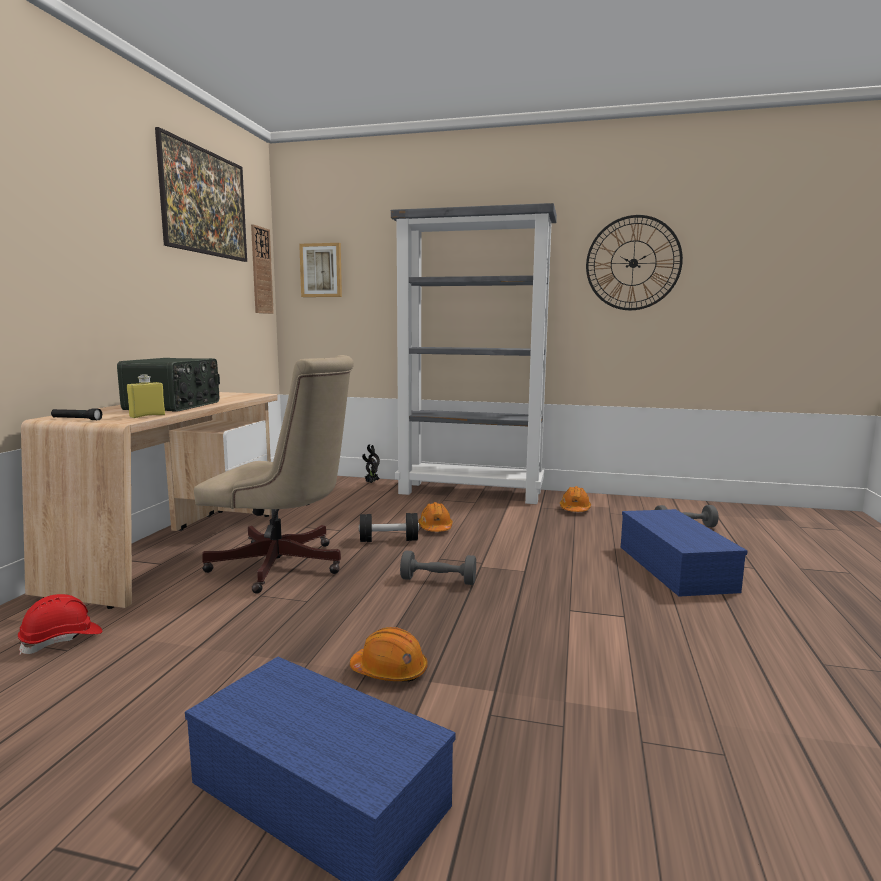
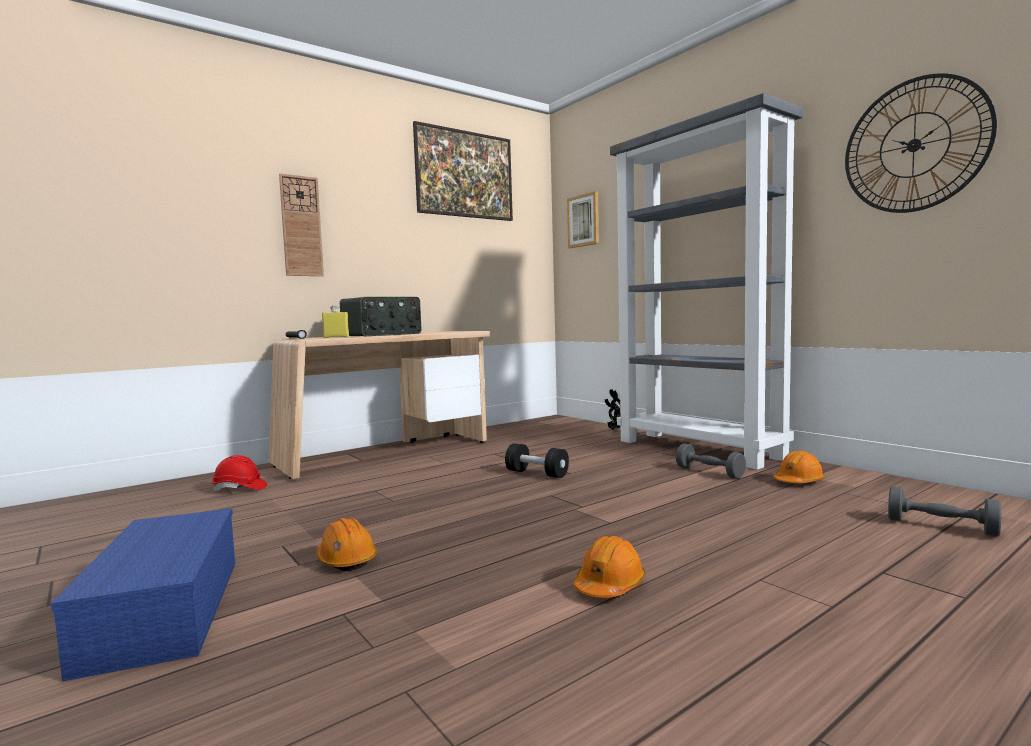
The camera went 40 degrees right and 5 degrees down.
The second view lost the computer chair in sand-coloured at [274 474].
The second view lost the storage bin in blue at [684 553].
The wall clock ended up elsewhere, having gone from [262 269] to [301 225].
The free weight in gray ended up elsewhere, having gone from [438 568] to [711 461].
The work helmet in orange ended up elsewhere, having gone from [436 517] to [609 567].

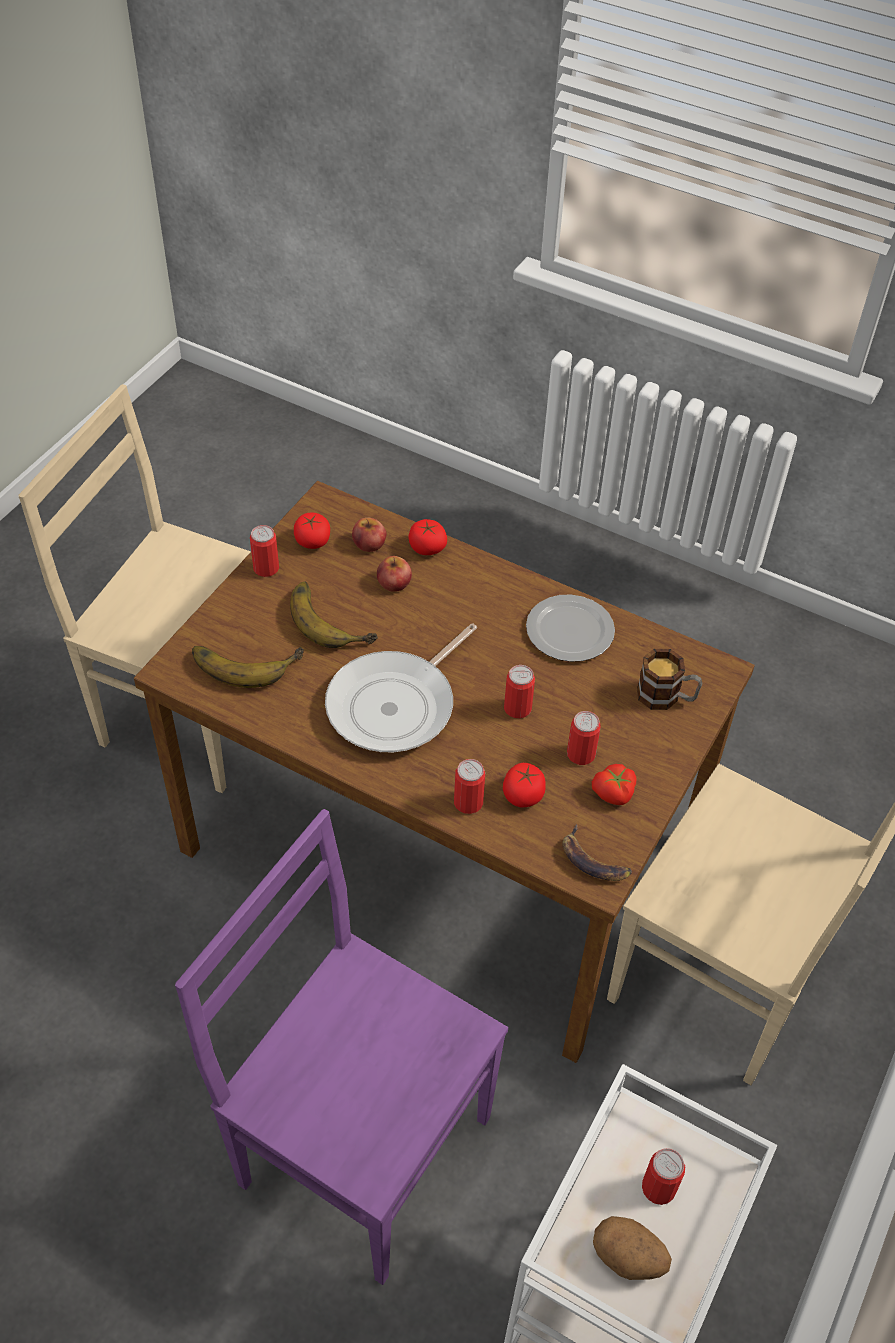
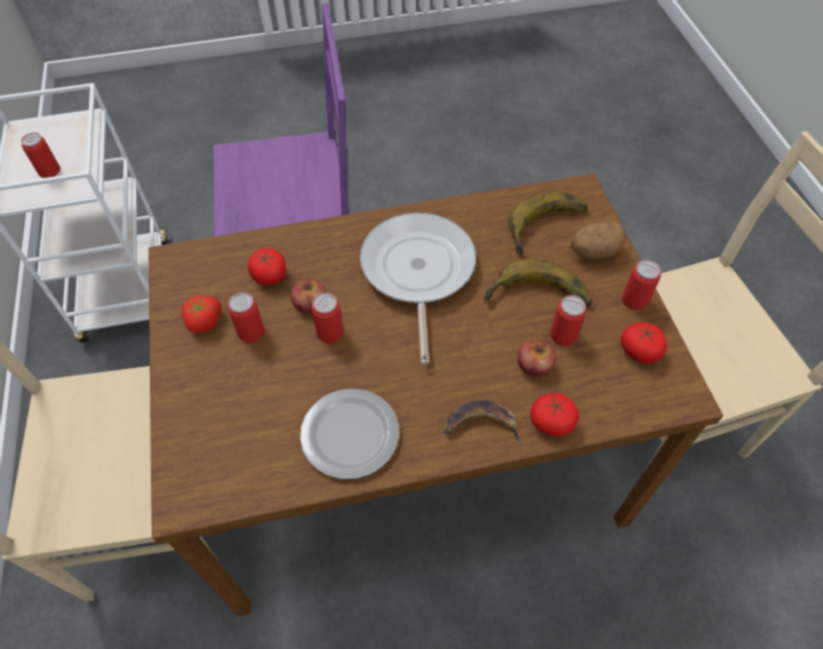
The camera went 140 degrees right and 5 degrees up.
The second view lost the coffee mug at [669 679].
The apple fruit ended up elsewhere, having gone from [369 535] to [308 296].
The sealed can ended up elsewhere, having gone from [469 786] to [568 320].
The banana fruit ended up elsewhere, having gone from [597 852] to [482 422].
The whole potato ended up elsewhere, having gone from [632 1248] to [598 240].

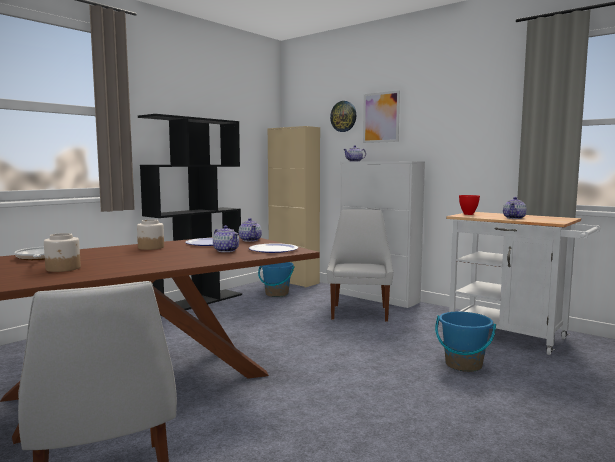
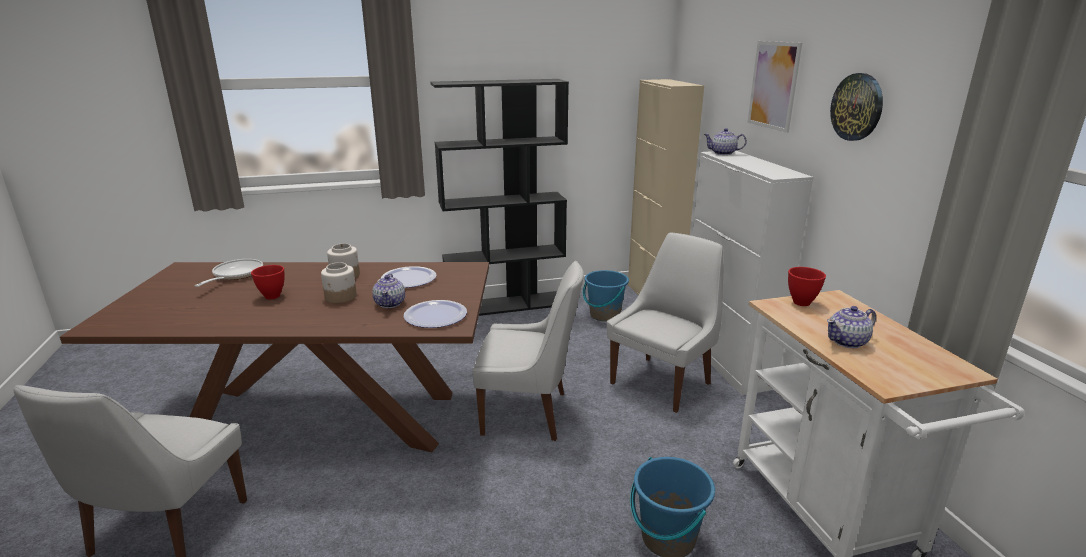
The camera went 35 degrees right and 15 degrees up.
The second view lost the tea pot at [250 230].
The second view gained the deep dish in reddish at [268 282].
The second view gained the chair in white at [528 351].
The jar ended up elsewhere, having gone from [62 252] to [339 282].
The wall clock ended up elsewhere, having gone from [343 116] to [856 107].

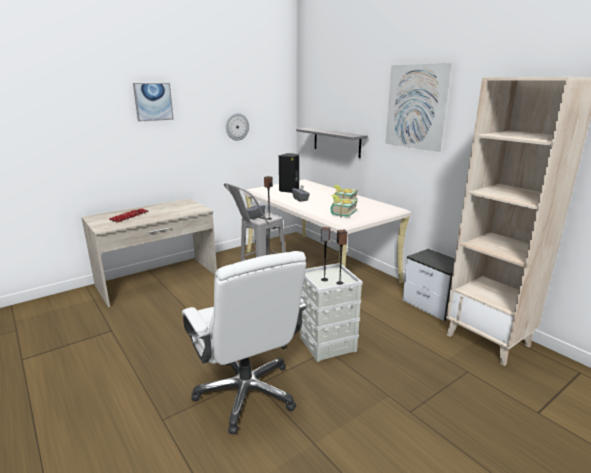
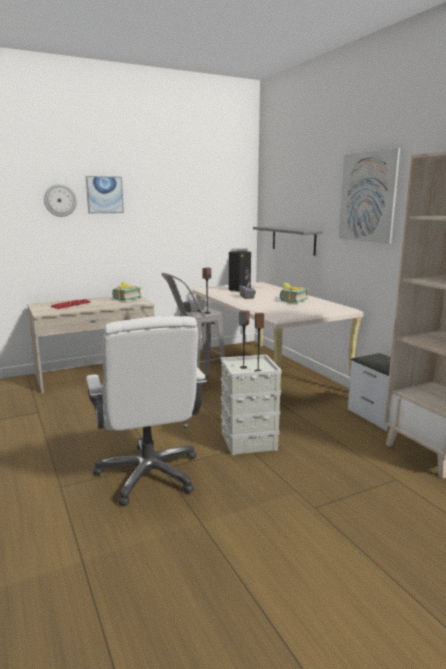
The camera went 10 degrees right and 5 degrees down.
The wall clock ended up elsewhere, having gone from [237 127] to [60 200].
The volume ended up elsewhere, having gone from [344 205] to [127 291].

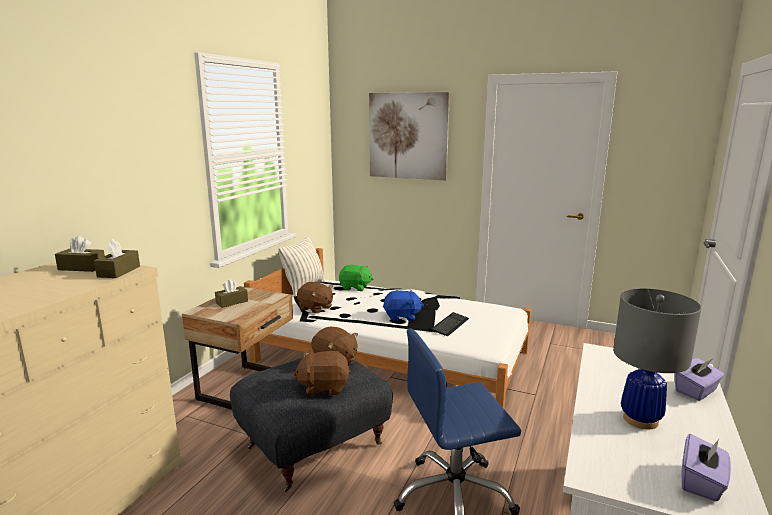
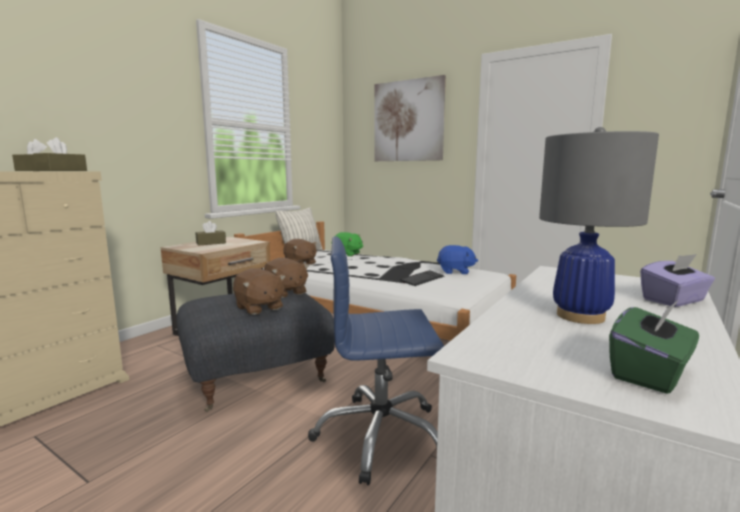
The camera went 10 degrees right and 5 degrees down.
The soft toy in blue ended up elsewhere, having gone from [403 305] to [457 259].
What was the box of tissues in purple at [706 468] turned into the box of tissues in greenish at [654 347].
The soft toy in brown-coloured at [322 373] ended up facing another way, 135 degrees counterclockwise from before.

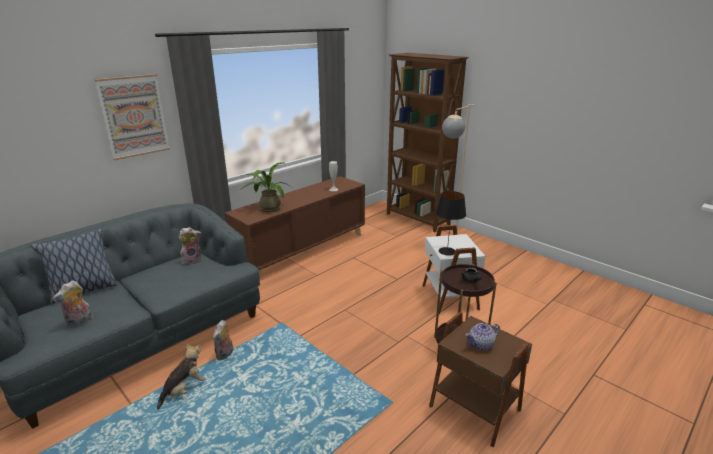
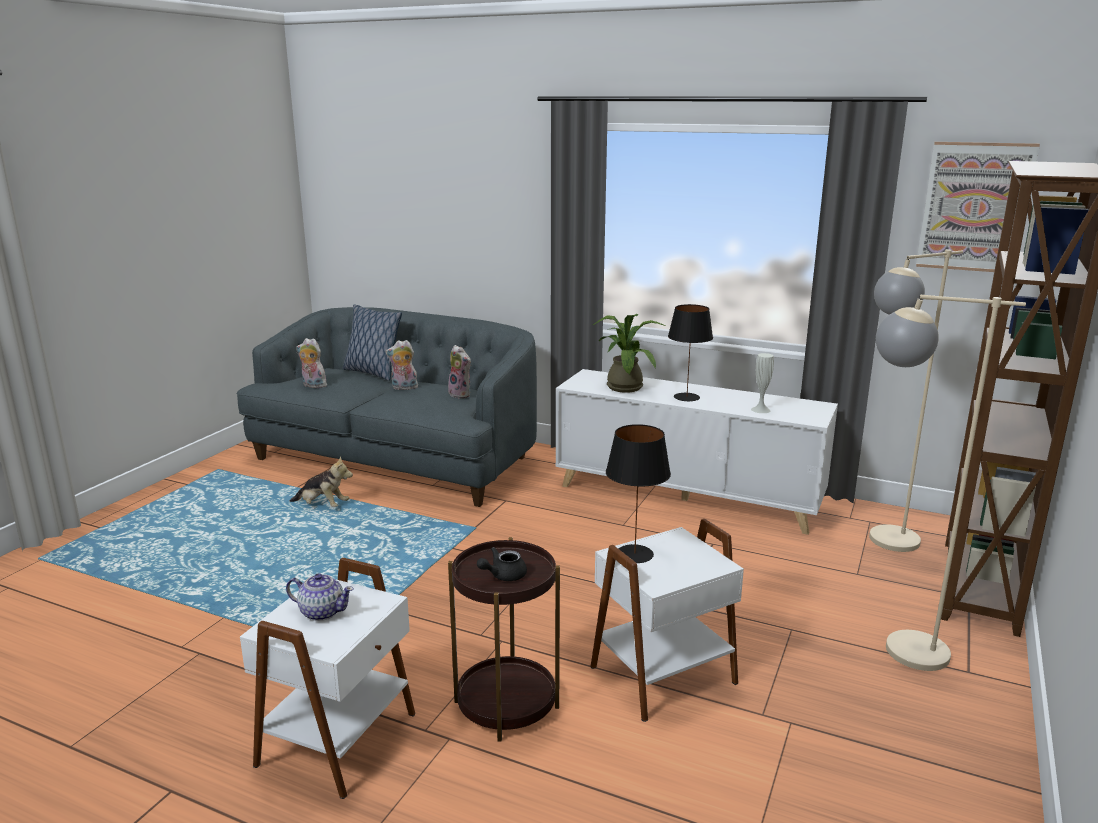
The camera went 70 degrees right and 5 degrees down.
The second view gained the table lamp in blackish at [690 352].
The second view gained the standing lamp in sand-coloured at [916 400].
The wall art ended up elsewhere, having gone from [132 117] to [978 207].
The soft toy ended up elsewhere, having gone from [222 340] to [402 365].
What was the cupboard in brown-coloured at [295 226] turned into the cupboard in white at [696 452].
What was the end table in brown-coloured at [480 379] turned into the end table in white at [327 678].
The tea pot at [482 336] ended up facing another way, 150 degrees clockwise from before.

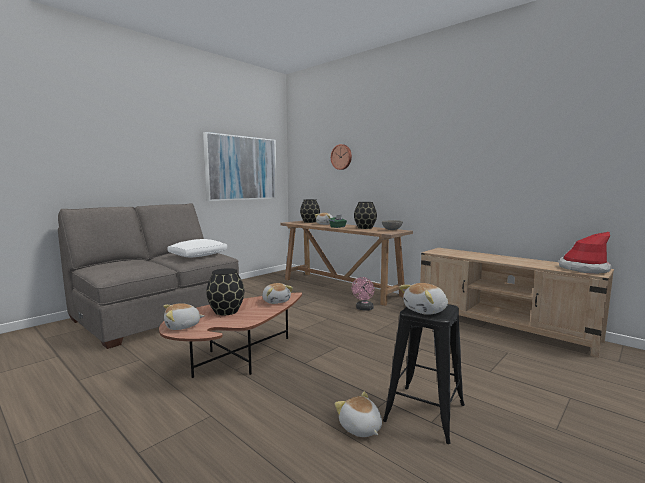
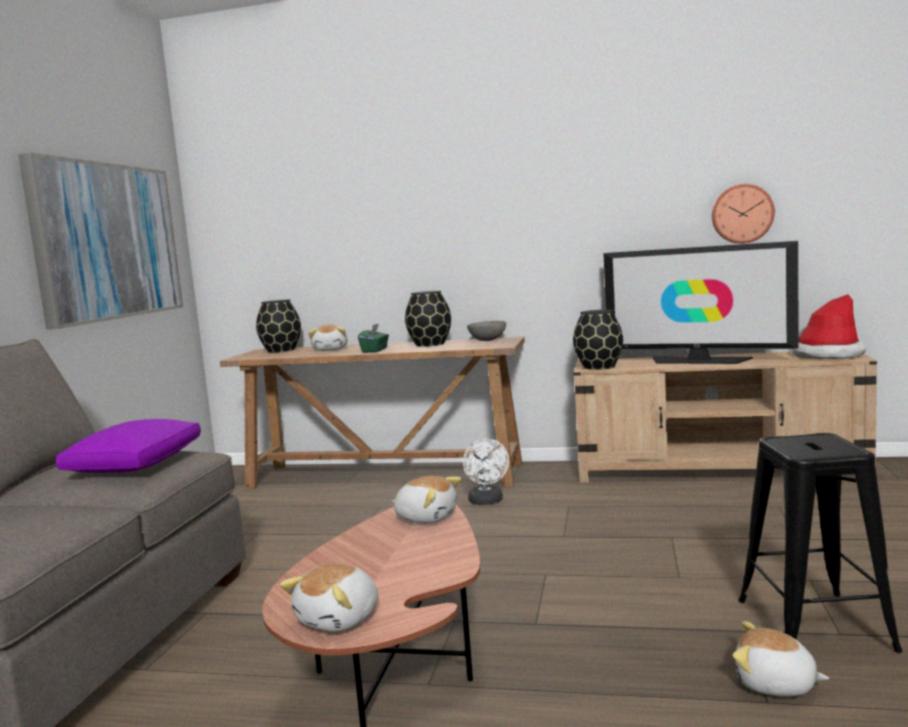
The camera went 30 degrees left and 0 degrees up.
The second view lost the soft toy at [423 299].
The second view gained the TV set at [701 302].
The flower vase in blackish ended up elsewhere, having gone from [225 291] to [598 340].
The wall clock ended up elsewhere, having gone from [341 157] to [743 214].
What was the cushion in white at [197 248] turned into the cushion in purple at [128 446].
What was the electric fan in pinkish at [363 294] turned into the electric fan in white at [486 472].

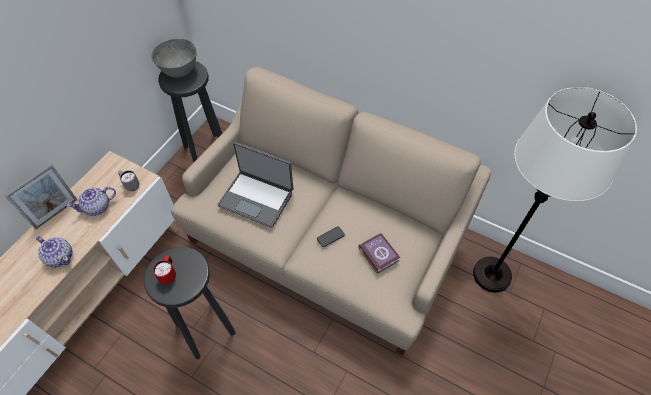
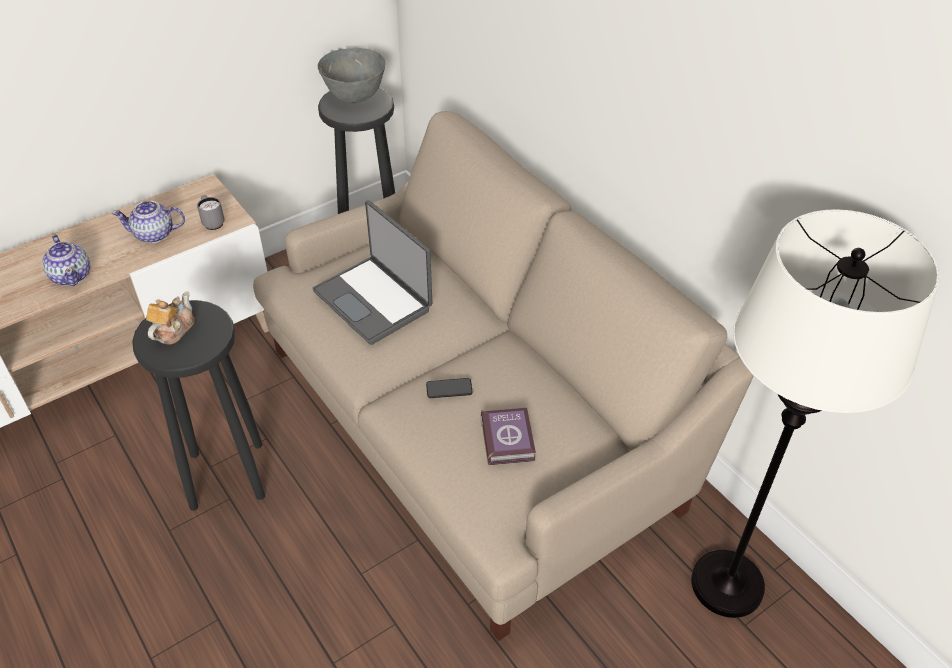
The camera went 25 degrees right and 10 degrees down.
The second view lost the standing frame at [41 196].
Where the coffee mug in reddish stood at [164 269], the tea pot came to stand at [170 318].

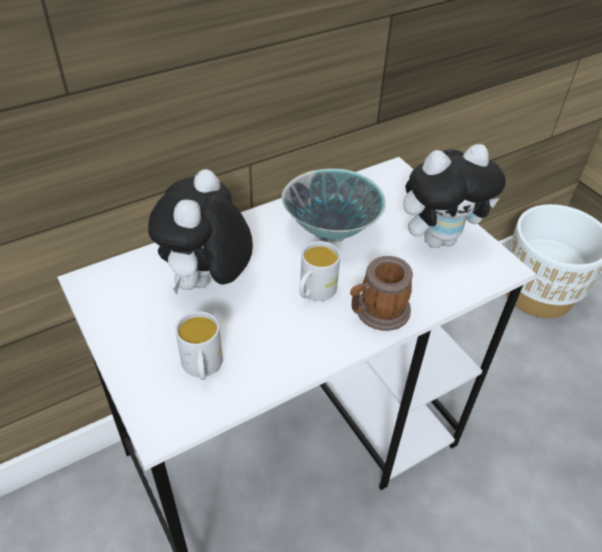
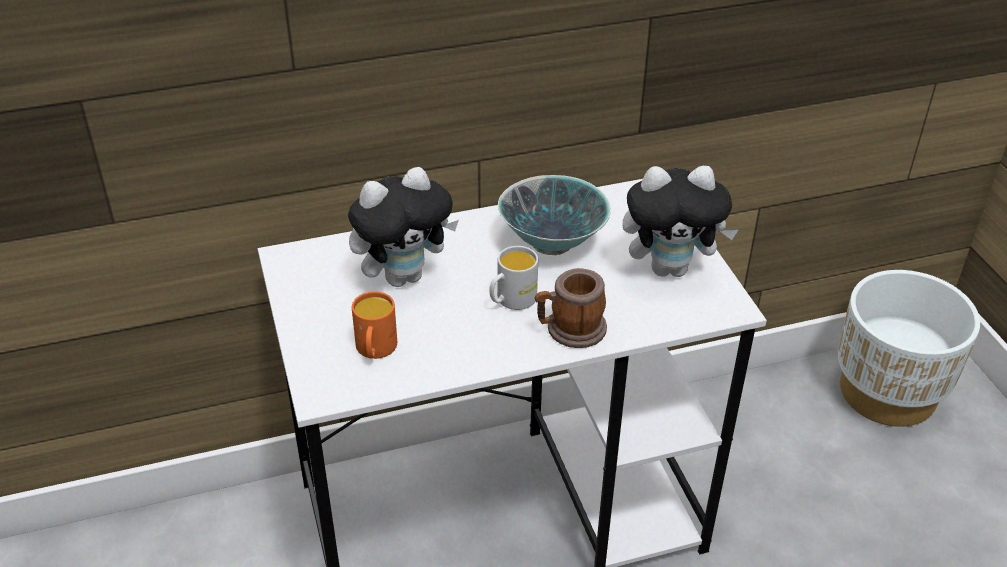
The camera went 15 degrees right and 5 degrees down.
What was the coffee mug in white at [199 345] turned into the coffee mug in orange at [374 325].
The soft toy at [200 232] ended up facing another way, 150 degrees counterclockwise from before.

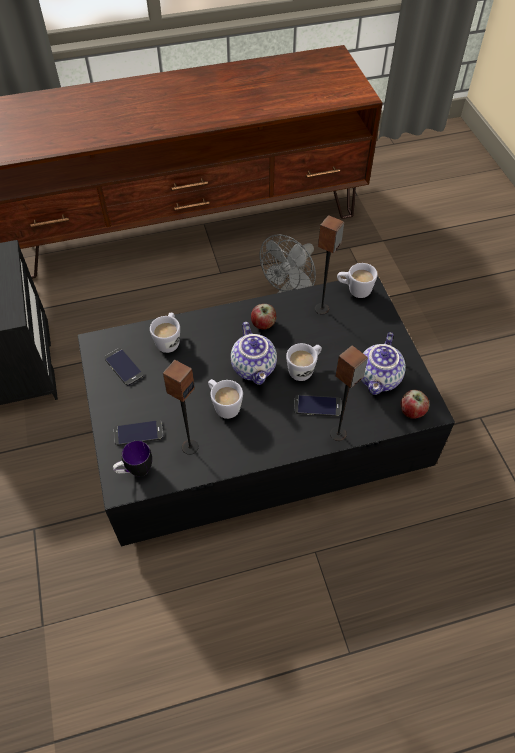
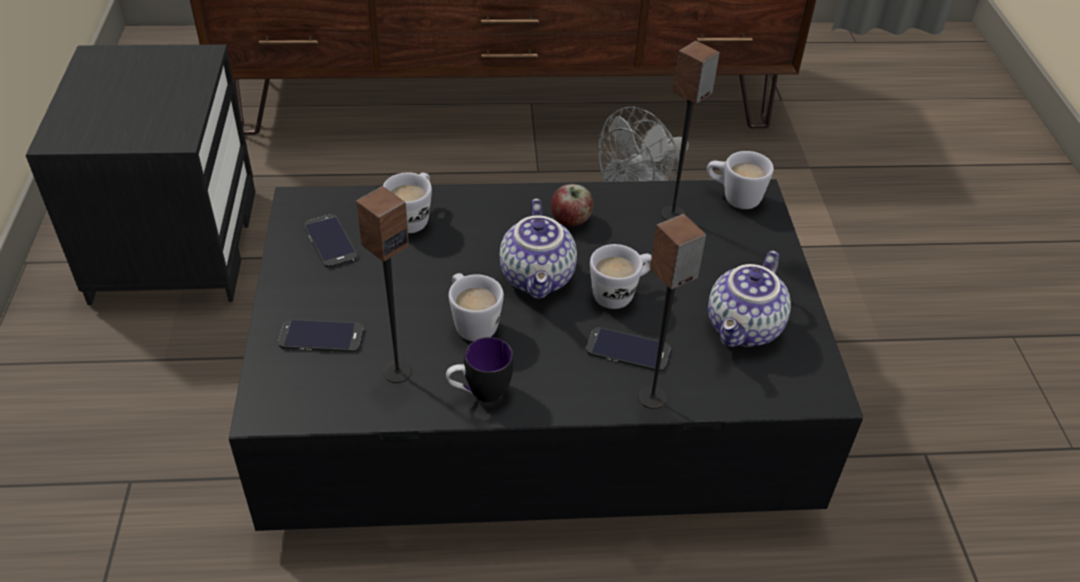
The camera went 10 degrees right and 10 degrees down.
The second view lost the apple fruit at [415 404].
The coffee mug ended up elsewhere, having gone from [132 458] to [479 370].

